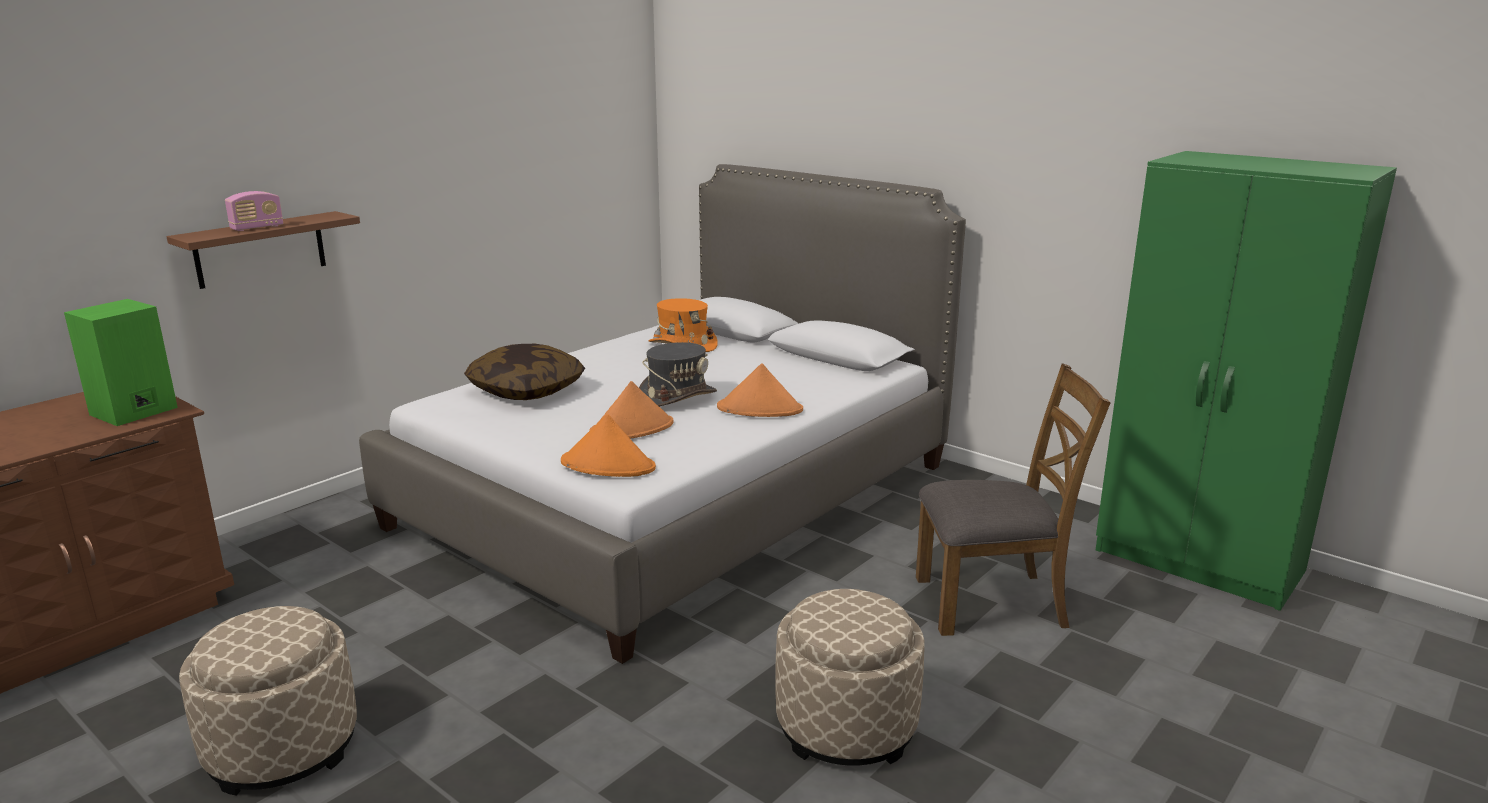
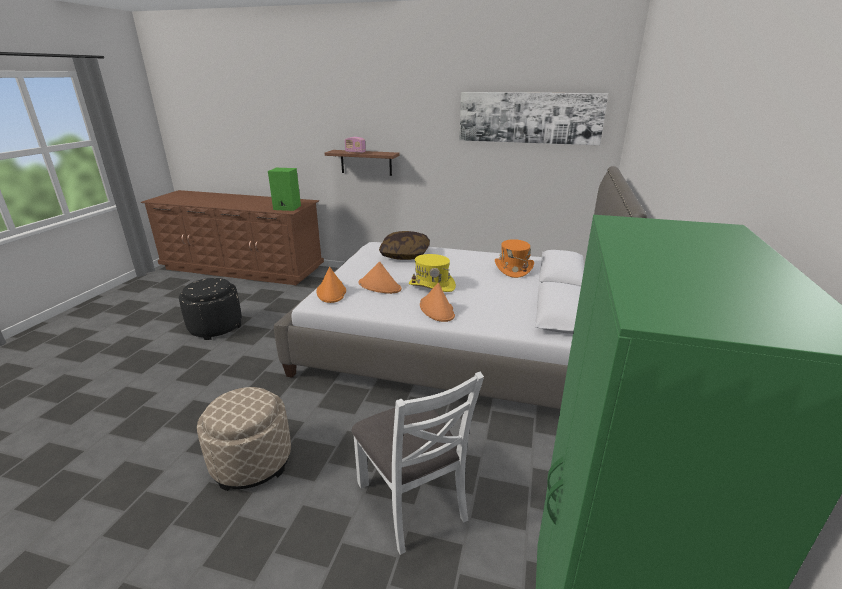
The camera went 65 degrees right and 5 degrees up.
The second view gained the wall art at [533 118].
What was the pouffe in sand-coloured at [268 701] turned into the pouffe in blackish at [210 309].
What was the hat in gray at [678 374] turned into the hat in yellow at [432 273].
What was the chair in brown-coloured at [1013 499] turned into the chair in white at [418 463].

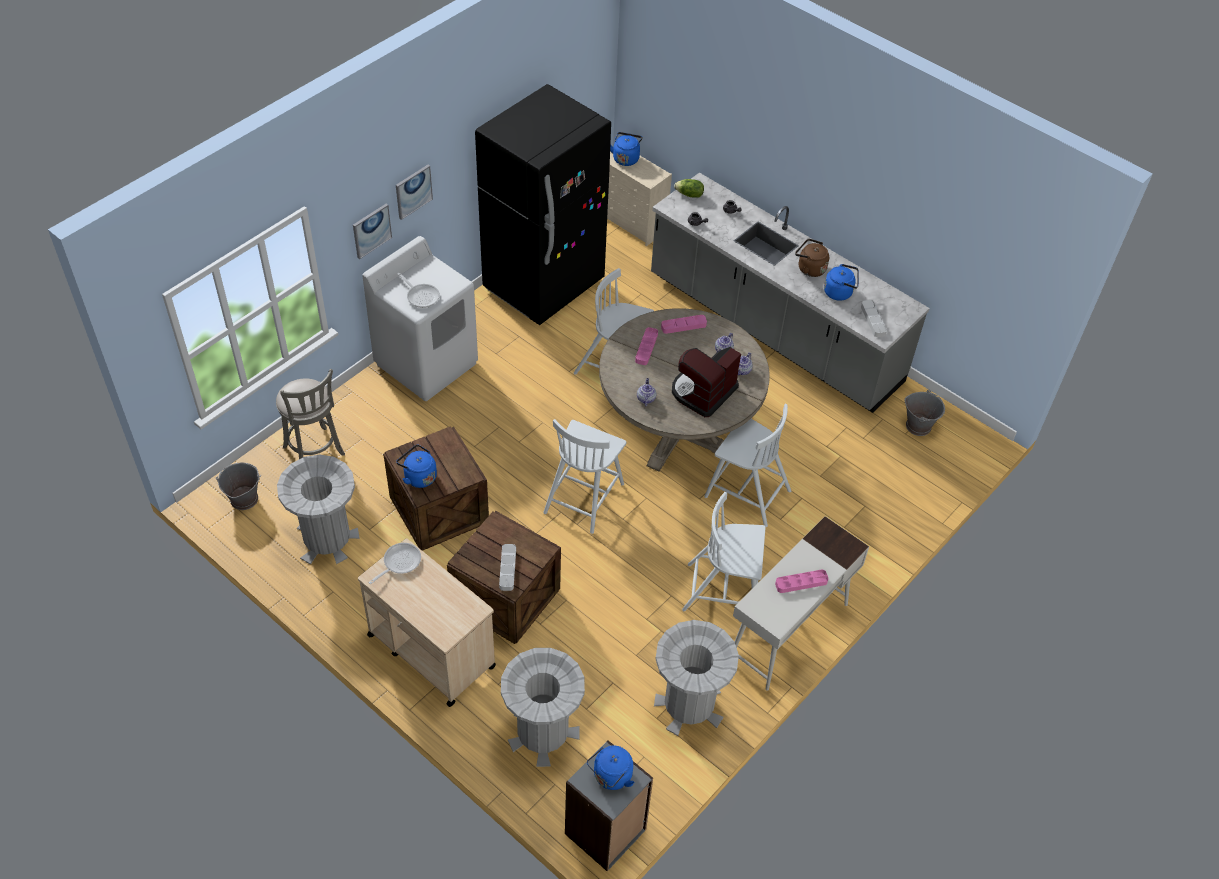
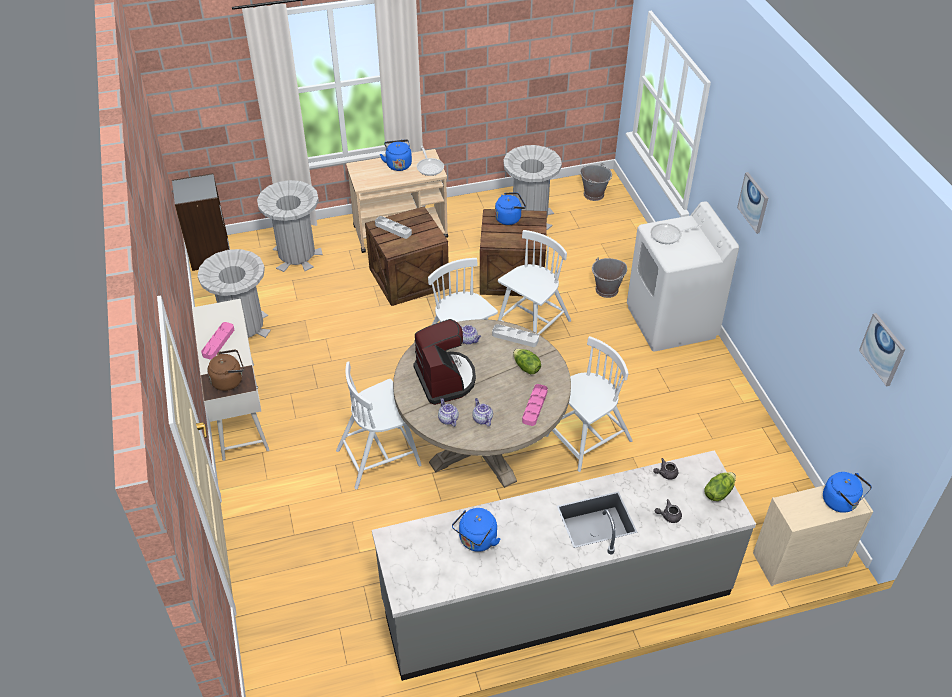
The camera went 125 degrees right and 5 degrees down.
The second view lost the stool in gray at [310 414].
The second view lost the fridge in blackish at [543 204].
The wall art ended up elsewhere, having gone from [372 231] to [882 350].
The tea kettle in blue ended up elsewhere, having gone from [611 768] to [396 155].
The chair in white ended up elsewhere, having gone from [724 551] to [534 282].
The tea kettle in brown-coloured ended up elsewhere, having gone from [812 258] to [225 370].
The serving tray in gray ended up elsewhere, having gone from [874 318] to [515 335].
The water bucket in gray ended up elsewhere, having gone from [924 413] to [609 277].
Where the serving tray in pinkish stood at [646 346], the head of lettuce came to stand at [527 361].

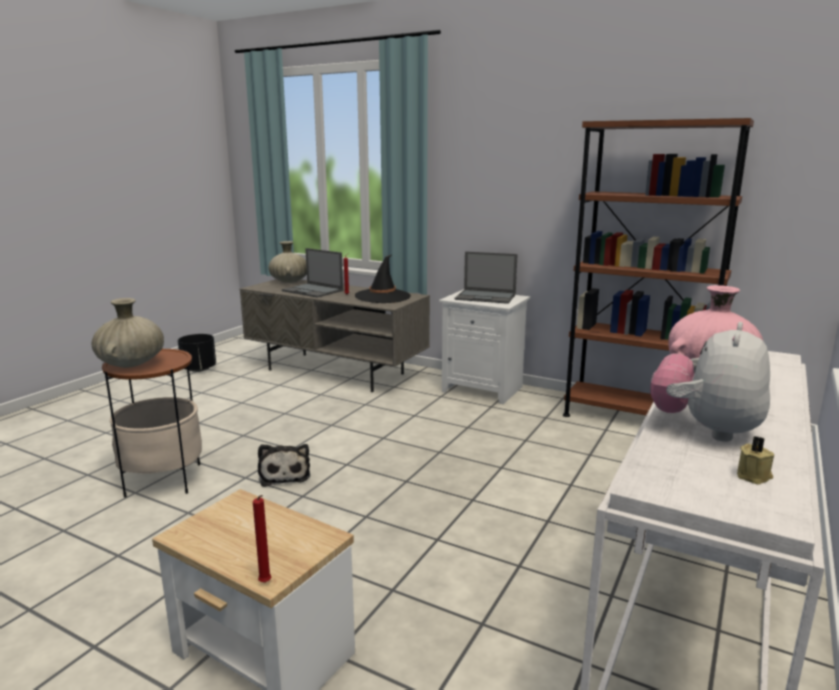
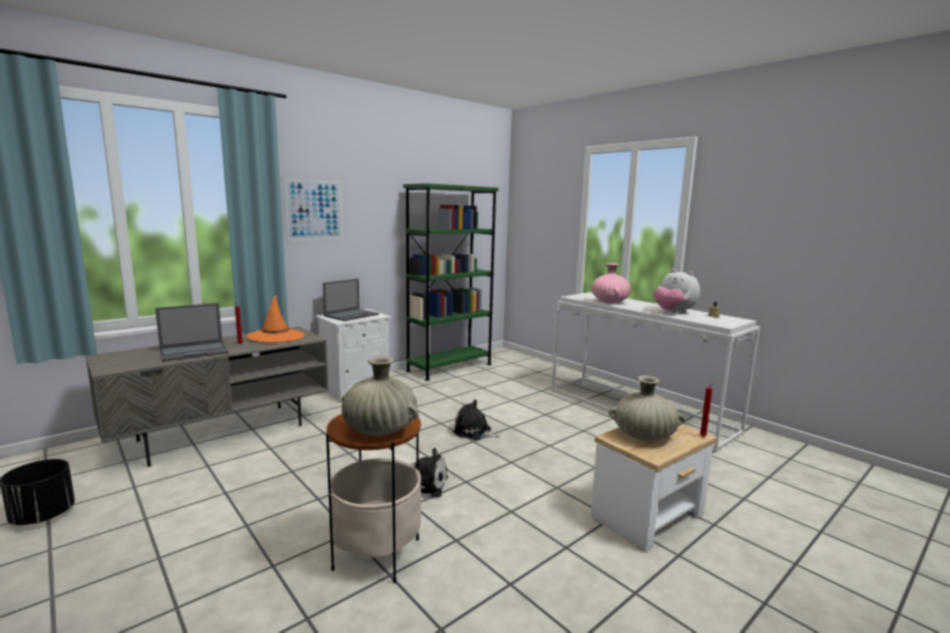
The camera went 70 degrees left and 5 degrees down.
The second view gained the wall art at [313 209].
The second view gained the soft toy at [476 419].
The flower vase in sand-coloured ended up elsewhere, having gone from [288 262] to [646 408].
What was the hat in blackish at [383 279] turned into the hat in orange at [275 318].
What was the bookshelf in brown-coloured at [658 267] turned into the bookshelf in greenish at [451 282].

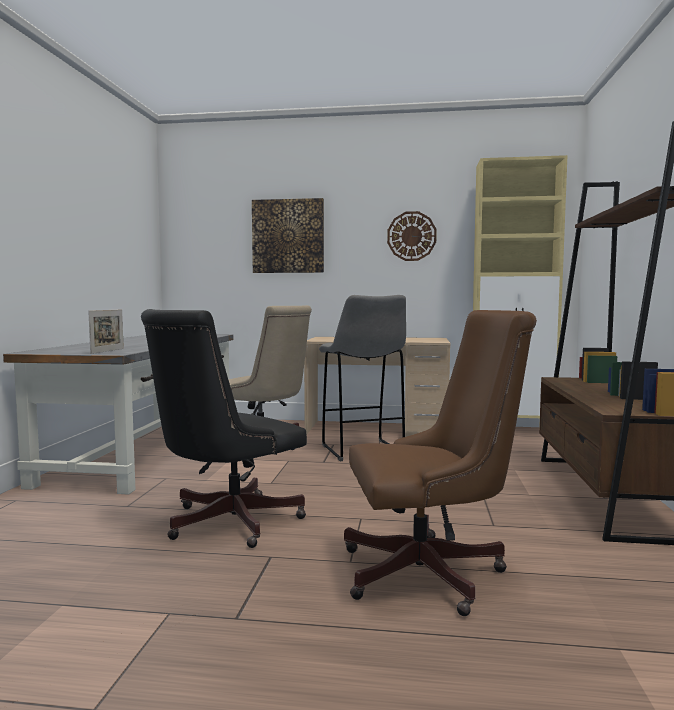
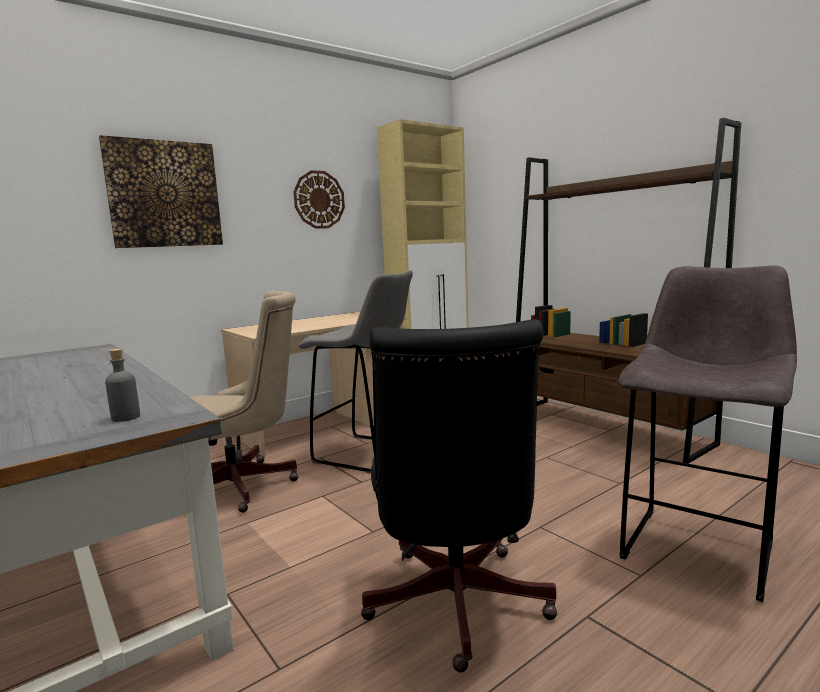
The camera went 45 degrees left and 5 degrees up.
Where the standing frame stood at [106 331], the beverage bottle in gray came to stand at [122 385].
Where the computer chair in brown-coloured stood at [440 463], the stool in gray came to stand at [708 434].

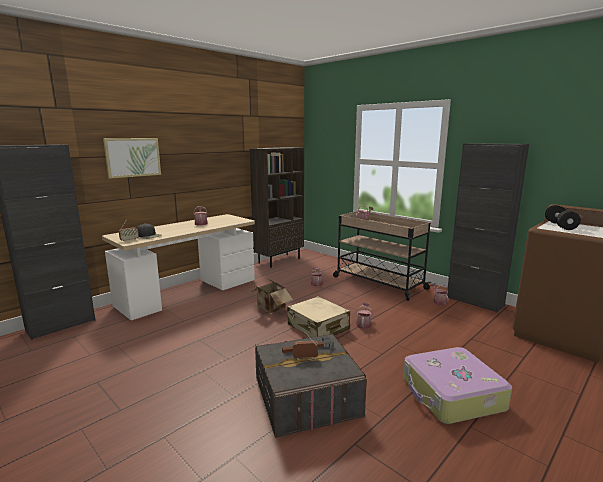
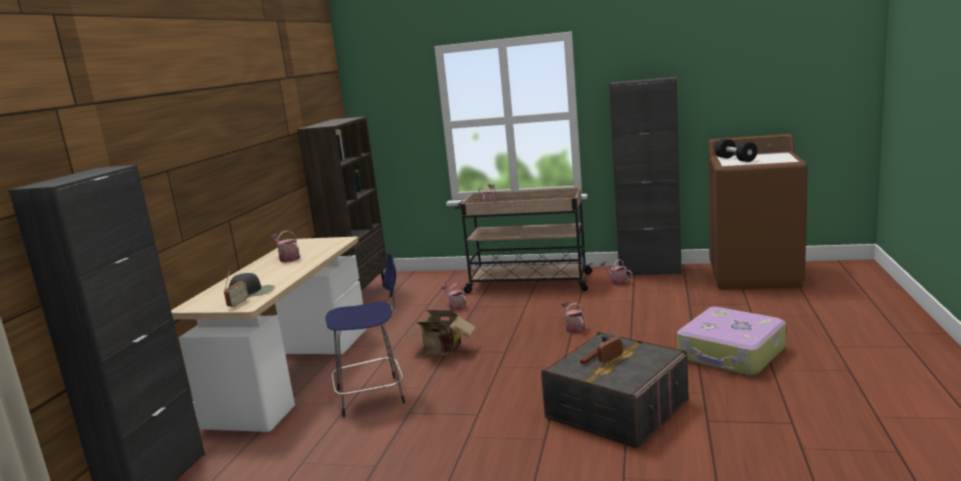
The camera went 30 degrees left and 0 degrees up.
The second view lost the wall art at [132 158].
The second view lost the suitcase in sand-coloured at [318 316].
The second view gained the stool in blue at [365 335].

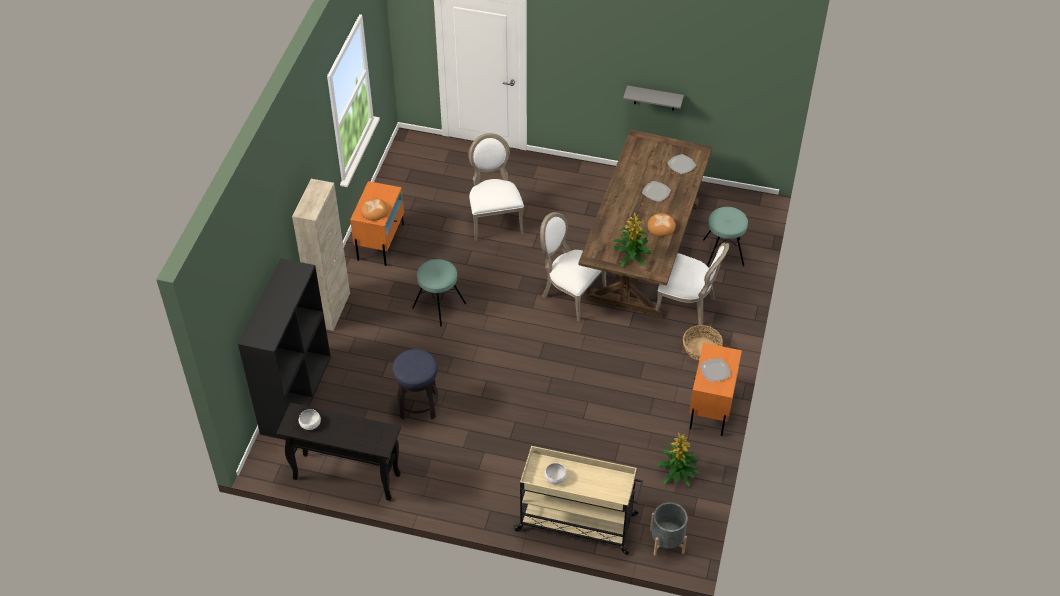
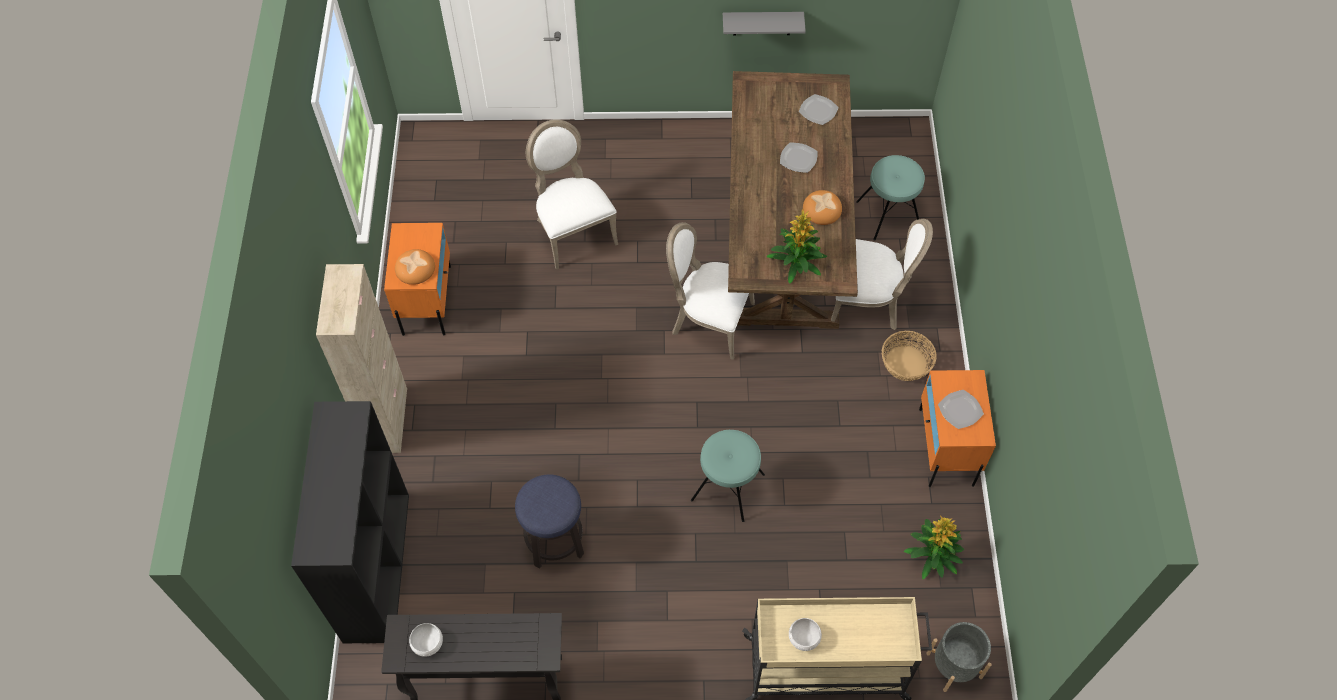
The camera went 15 degrees left and 10 degrees up.
The stool in blue-green ended up elsewhere, having gone from [439 293] to [728 476].

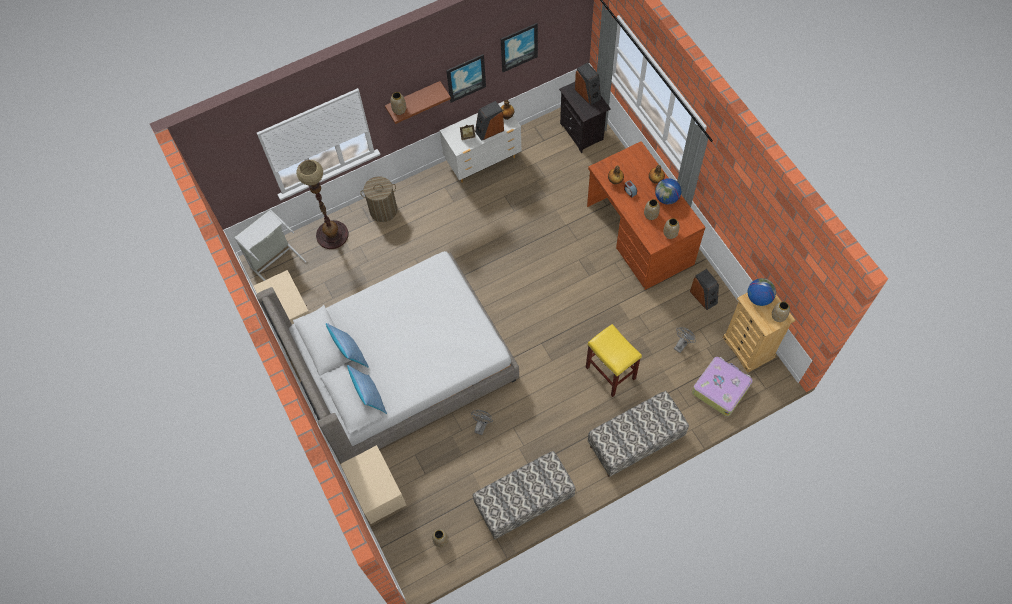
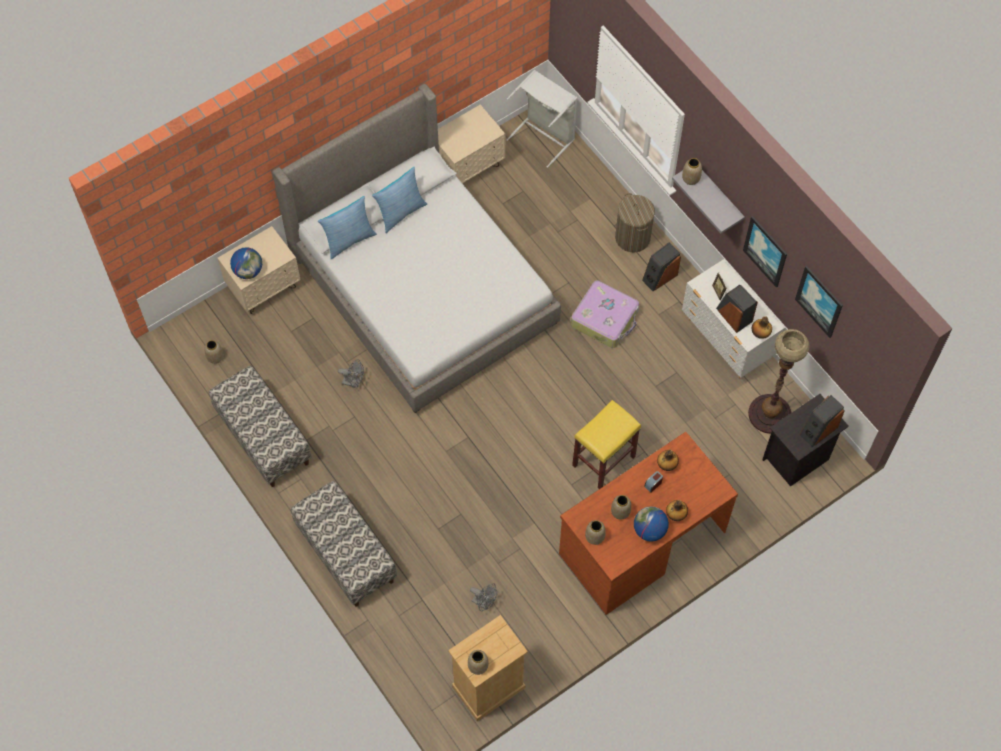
The camera went 80 degrees right and 0 degrees up.
The standing lamp ended up elsewhere, having gone from [322 204] to [779 381].
The stool in yellow ended up elsewhere, having gone from [614 360] to [606 444].
The audio speaker ended up elsewhere, having gone from [704 289] to [661 267].
The suitcase ended up elsewhere, having gone from [722 386] to [605 314].
The globe ended up elsewhere, having gone from [761 292] to [246 263].
What was the bracket shelf in brown-coloured at [418 102] turned into the bracket shelf in gray at [708 202].

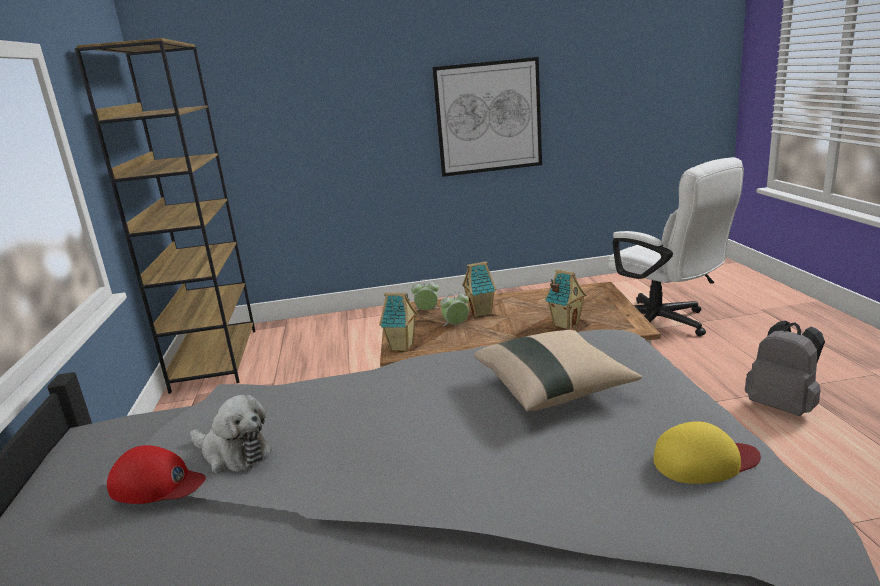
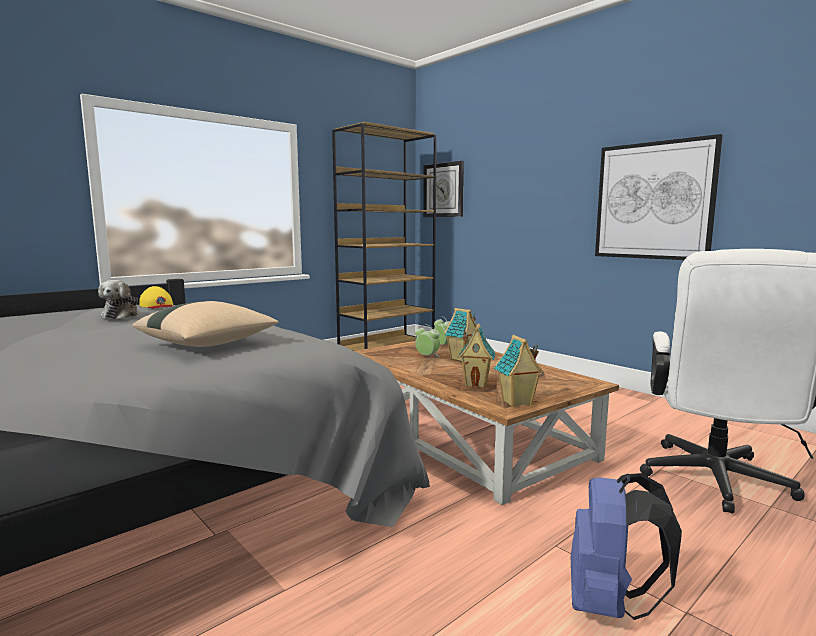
The camera went 55 degrees right and 10 degrees down.
The second view lost the cap in reddish at [156 474].
The second view gained the wall clock at [443 189].
The miniature house ended up elsewhere, having gone from [398 321] to [518 371].
The cap in yellow ended up elsewhere, having gone from [707 452] to [156 297].
What was the rucksack in gray at [785 368] turned into the rucksack in blue at [626 546].

